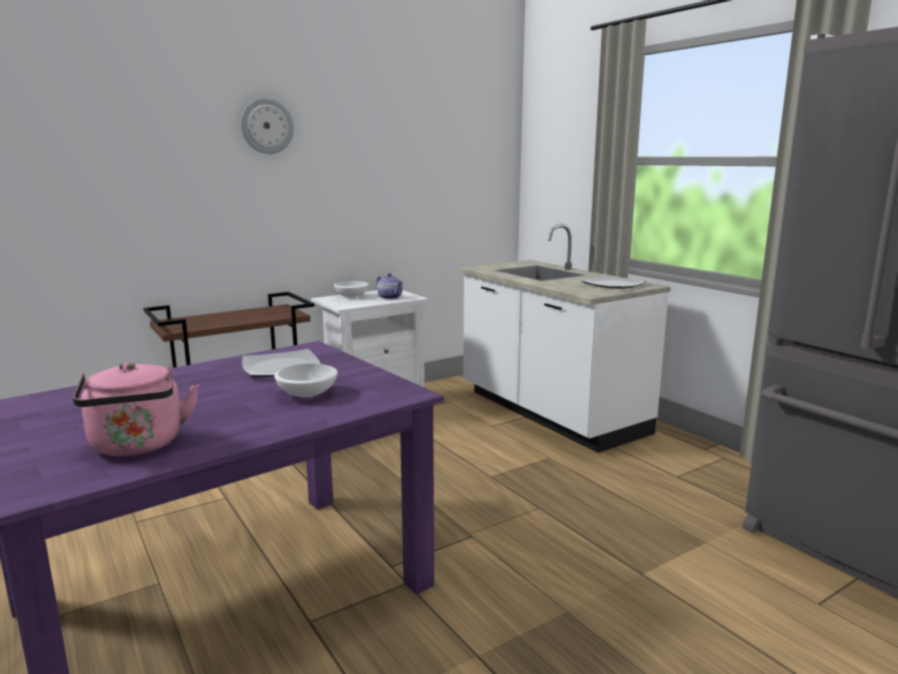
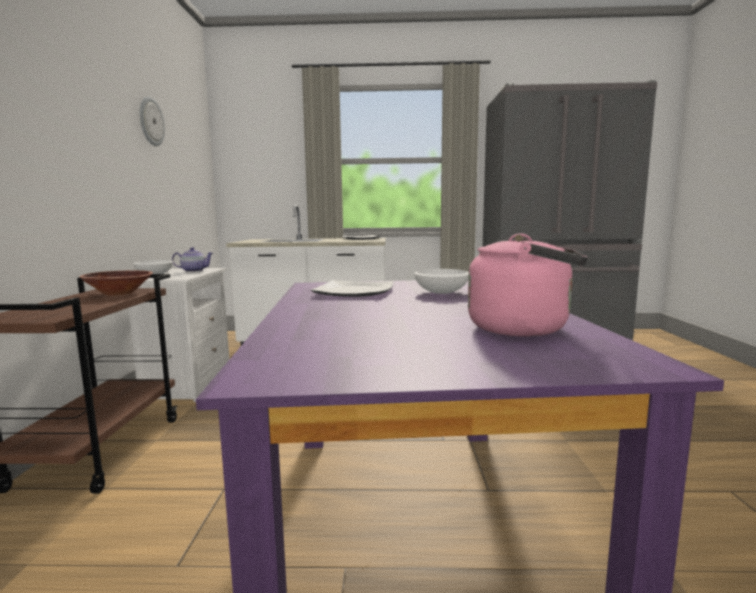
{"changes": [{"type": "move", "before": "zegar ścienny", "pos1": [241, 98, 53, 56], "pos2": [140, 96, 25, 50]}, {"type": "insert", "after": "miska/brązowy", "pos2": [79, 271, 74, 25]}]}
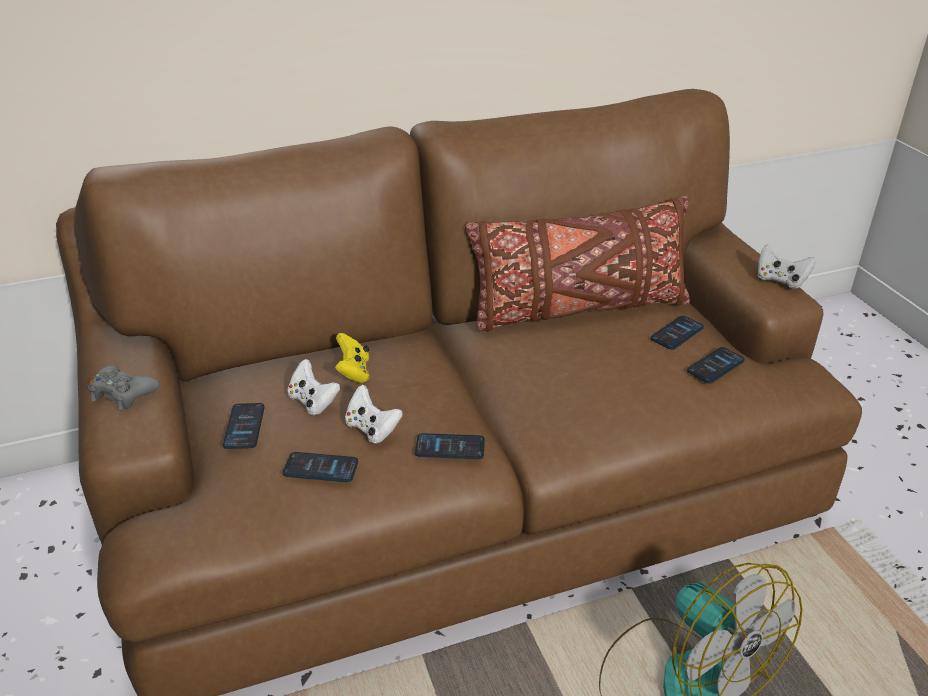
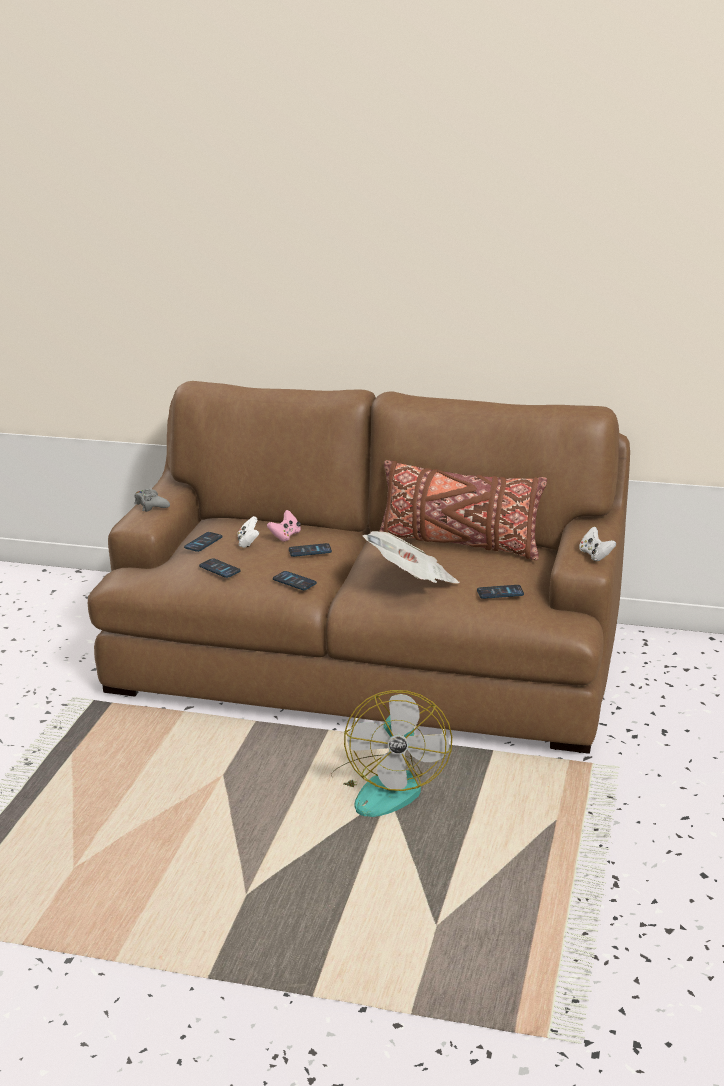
{"changes": [{"type": "move", "before": "telefon", "pos1": [650, 316, 54, 34], "pos2": [289, 543, 43, 14]}, {"type": "recolor", "before": "pad do gier/żółty", "after": "pad do gier/różowy", "pos1": [335, 333, 34, 50], "pos2": [267, 510, 34, 32]}, {"type": "delete", "before": "pad do gier/biały", "pos1": [345, 385, 58, 59]}, {"type": "insert", "after": "gazeta", "pos2": [362, 531, 98, 52]}]}
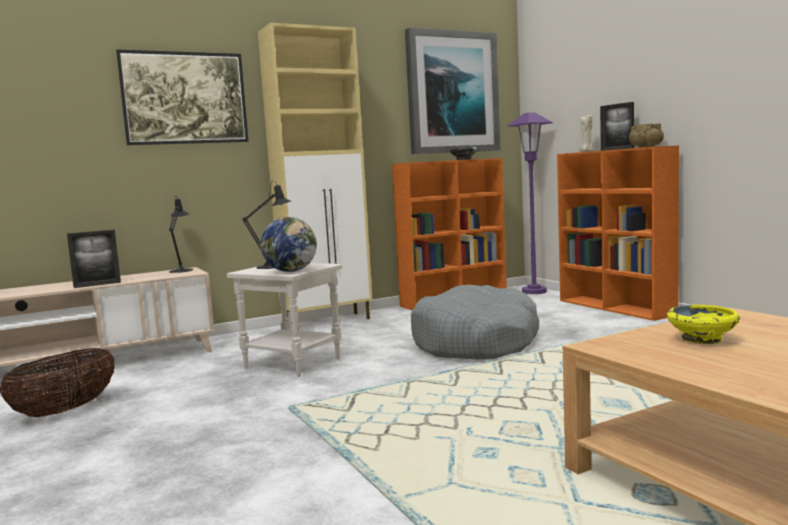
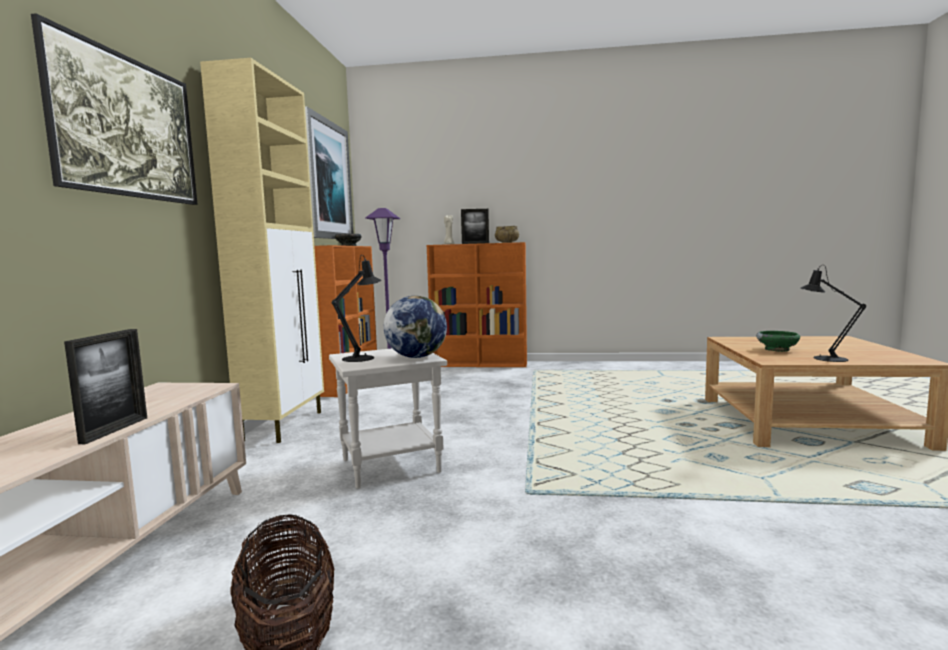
{"changes": [{"type": "move", "before": "lampa stołowa/czarny", "pos1": [169, 195, 24, 78], "pos2": [800, 265, 66, 97]}, {"type": "delete", "before": "legowisko/szary", "pos1": [411, 284, 128, 75]}, {"type": "recolor", "before": "miska/żółty", "after": "miska/zielony", "pos1": [667, 305, 73, 39], "pos2": [756, 331, 44, 21]}]}
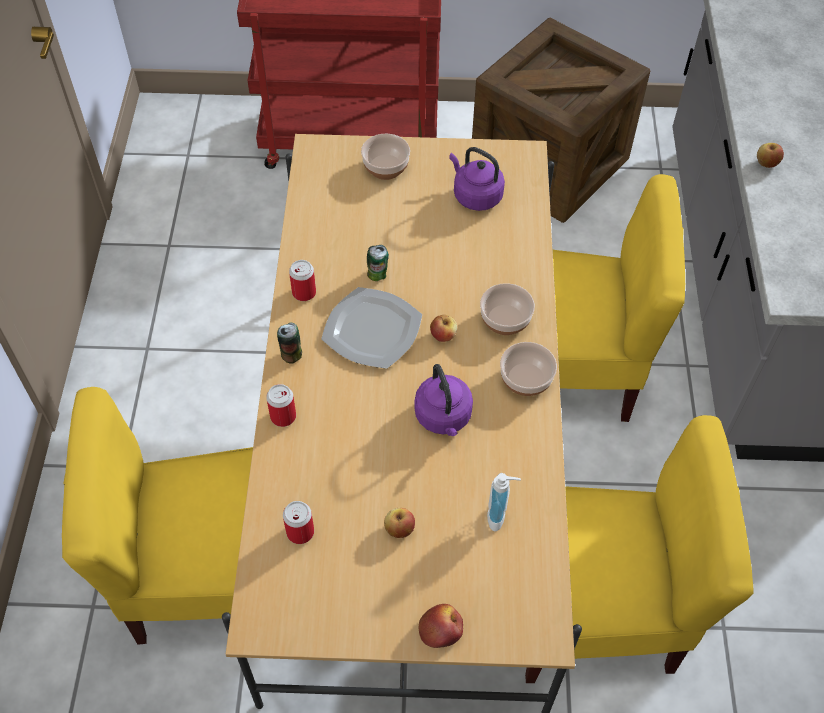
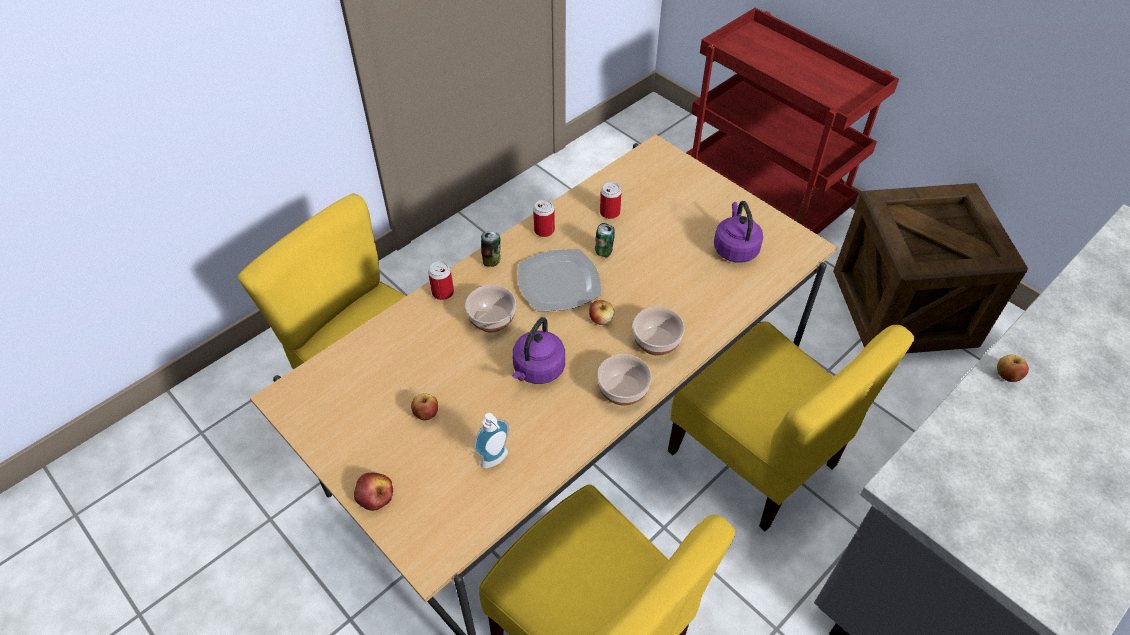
{"changes": [{"type": "move", "before": "miska", "pos1": [361, 134, 49, 46], "pos2": [465, 285, 51, 48]}, {"type": "move", "before": "puszka", "pos1": [283, 501, 31, 43], "pos2": [600, 182, 22, 37]}]}
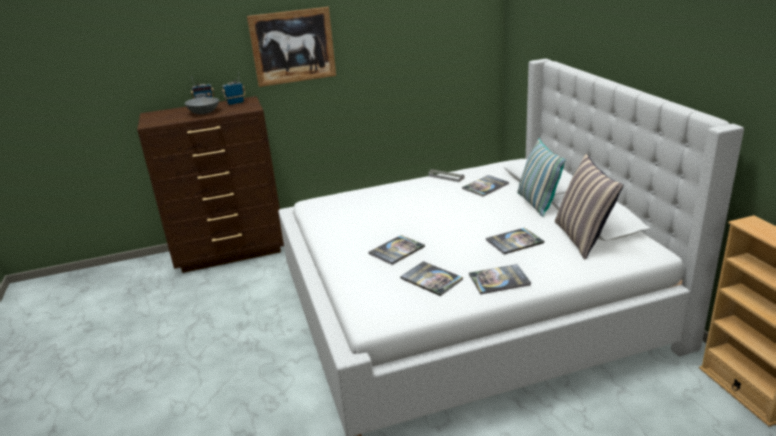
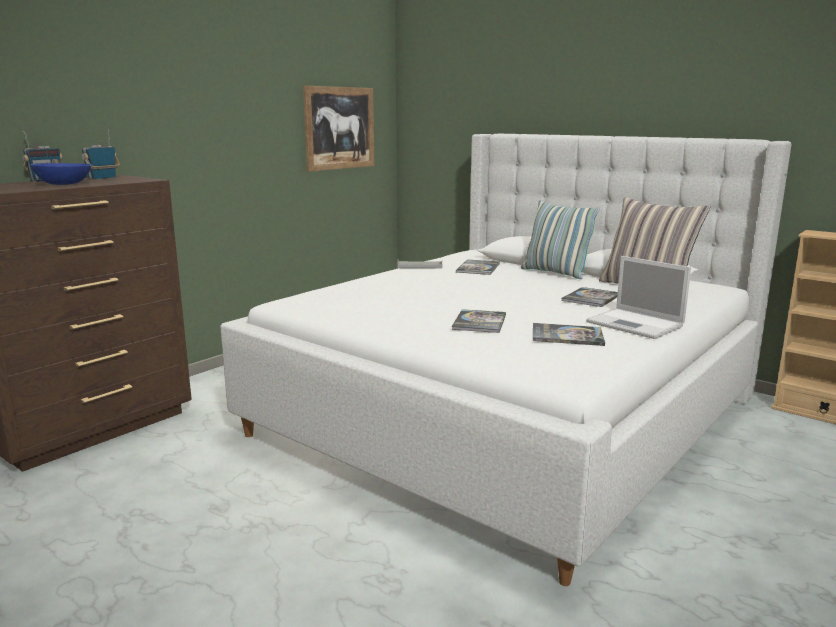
{"changes": [{"type": "move", "before": "obraz", "pos1": [247, 7, 89, 80], "pos2": [303, 86, 71, 86]}, {"type": "recolor", "before": "miska/szary", "after": "miska/niebieski", "pos1": [185, 97, 34, 17], "pos2": [30, 163, 62, 22]}, {"type": "replace", "before": "książka", "after": "laptop", "pos1": [469, 264, 62, 31], "pos2": [586, 256, 105, 83]}]}
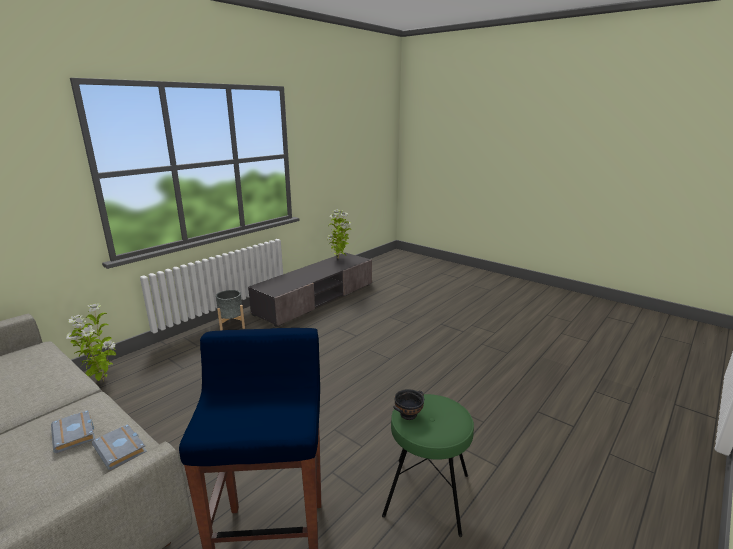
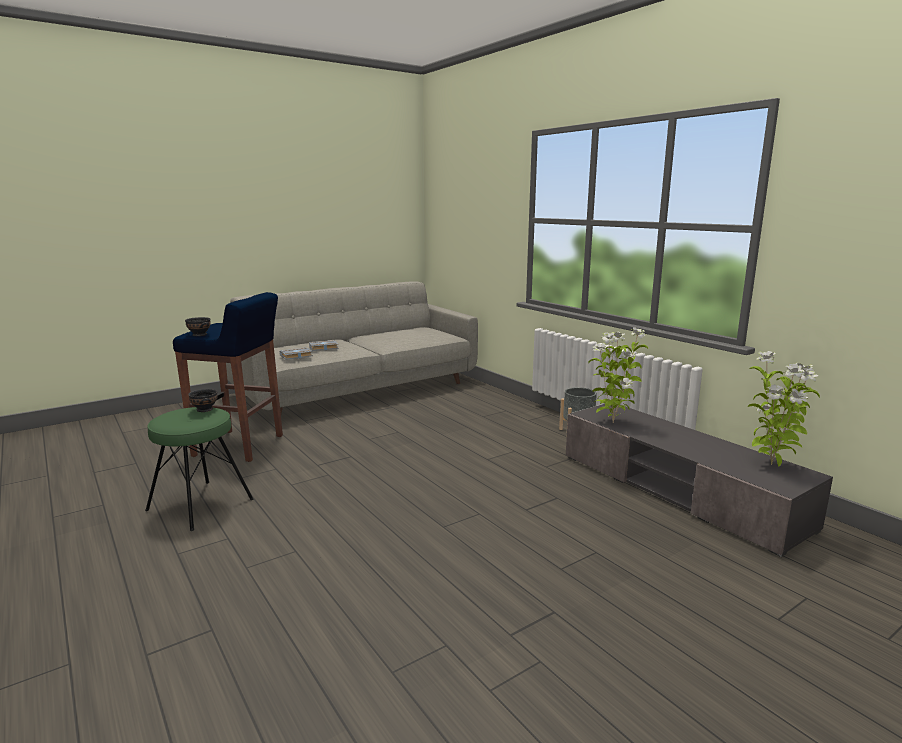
{"changes": [{"type": "move", "before": "roślina doniczkowa", "pos1": [66, 303, 50, 78], "pos2": [588, 327, 60, 96]}, {"type": "insert", "after": "miska/czarny", "pos2": [185, 317, 26, 19]}]}
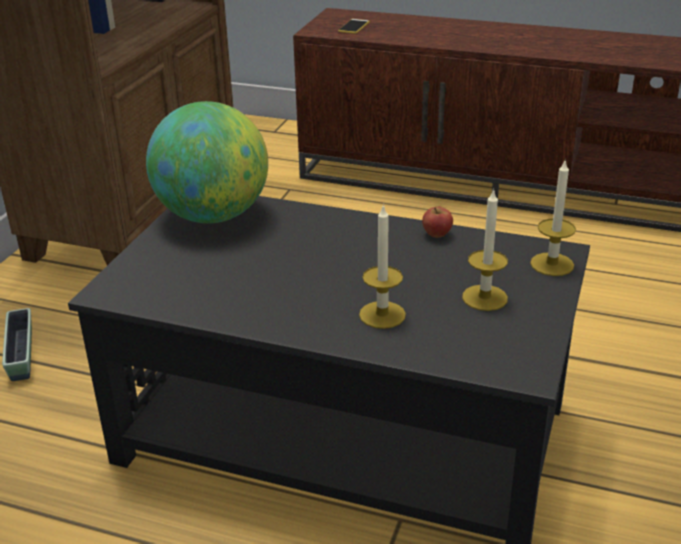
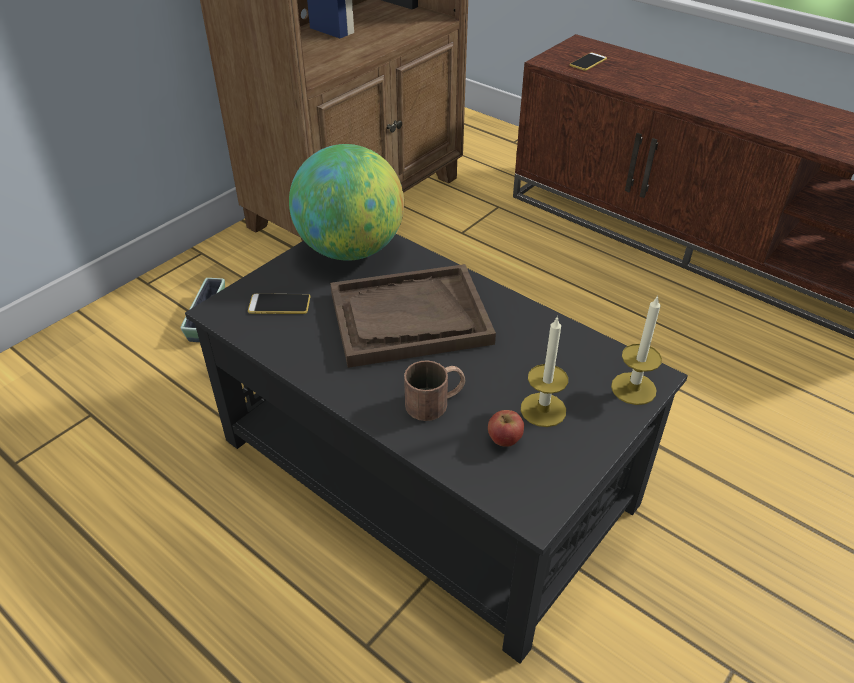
{"changes": [{"type": "replace", "before": "świeca", "after": "kubek/brązowy", "pos1": [359, 204, 47, 125], "pos2": [404, 360, 61, 61]}, {"type": "move", "before": "jabłko", "pos1": [422, 207, 31, 31], "pos2": [488, 410, 36, 37]}, {"type": "insert", "after": "taca/brązowy", "pos2": [330, 264, 166, 104]}, {"type": "insert", "after": "telefon", "pos2": [248, 294, 62, 20]}]}
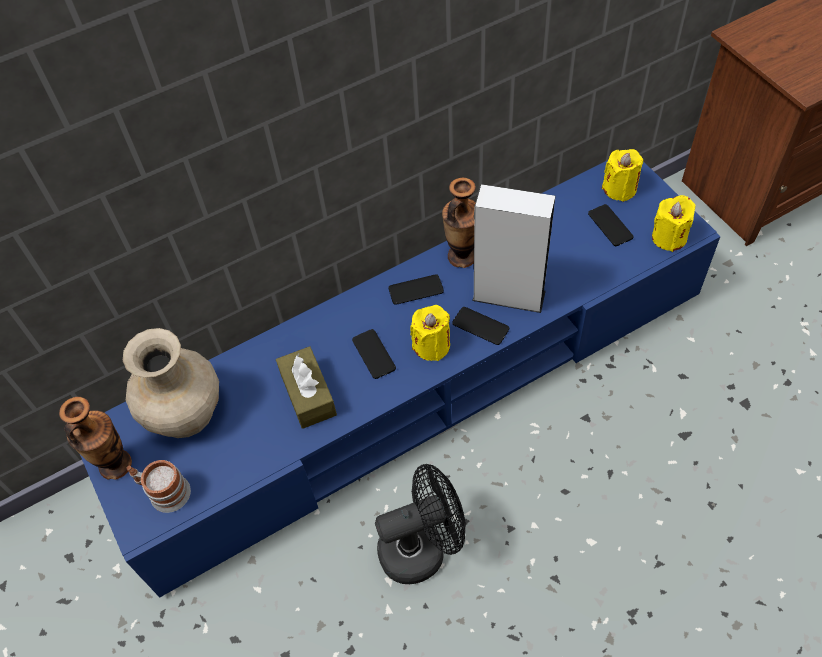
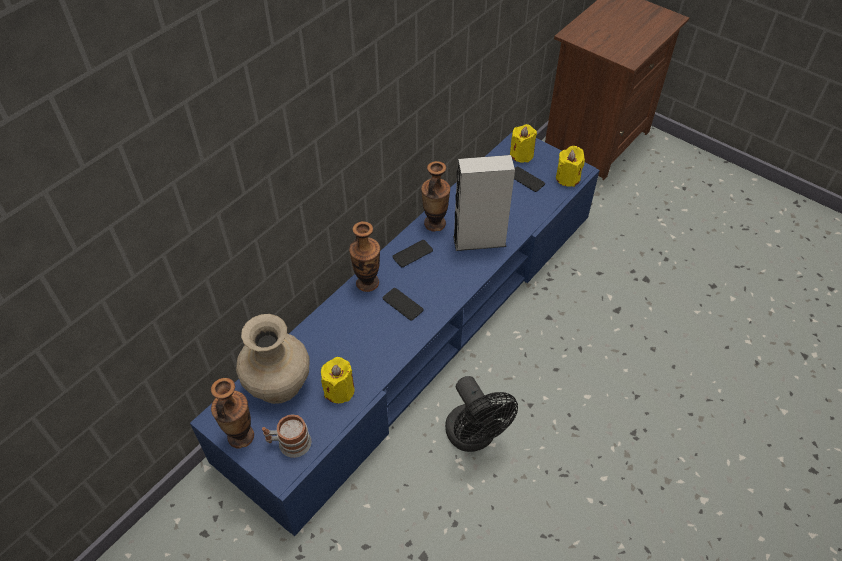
{"changes": [{"type": "move", "before": "świeca/żółty", "pos1": [410, 305, 40, 56], "pos2": [321, 357, 34, 46]}, {"type": "delete", "before": "telefon", "pos1": [452, 307, 57, 38]}, {"type": "delete", "before": "pudełko chusteczek/brązowy", "pos1": [276, 346, 61, 83]}, {"type": "rotate", "before": "wentylator/czarny", "pos1": [375, 464, 91, 120], "pos2": [445, 376, 73, 76], "turn": 105}, {"type": "insert", "after": "wazon", "pos2": [349, 221, 31, 71]}]}
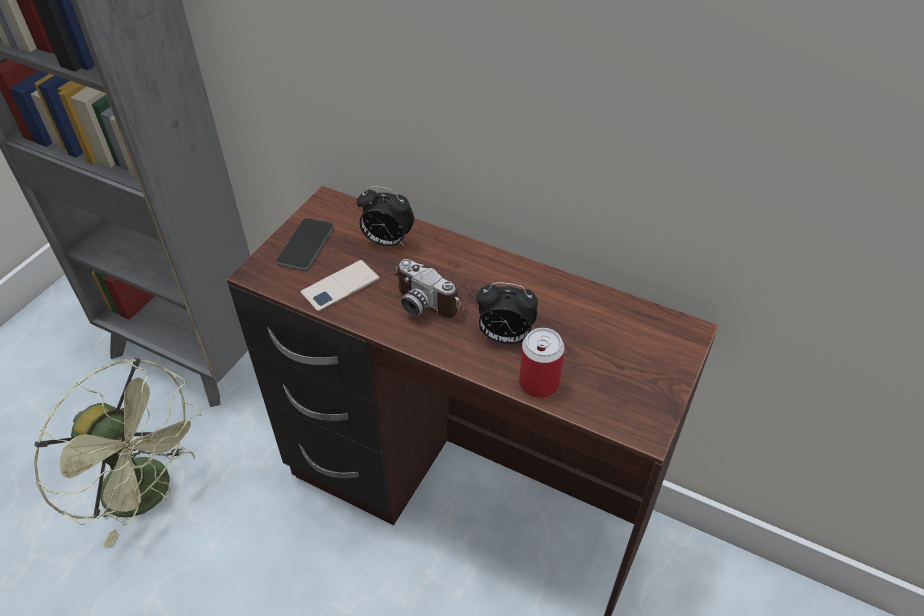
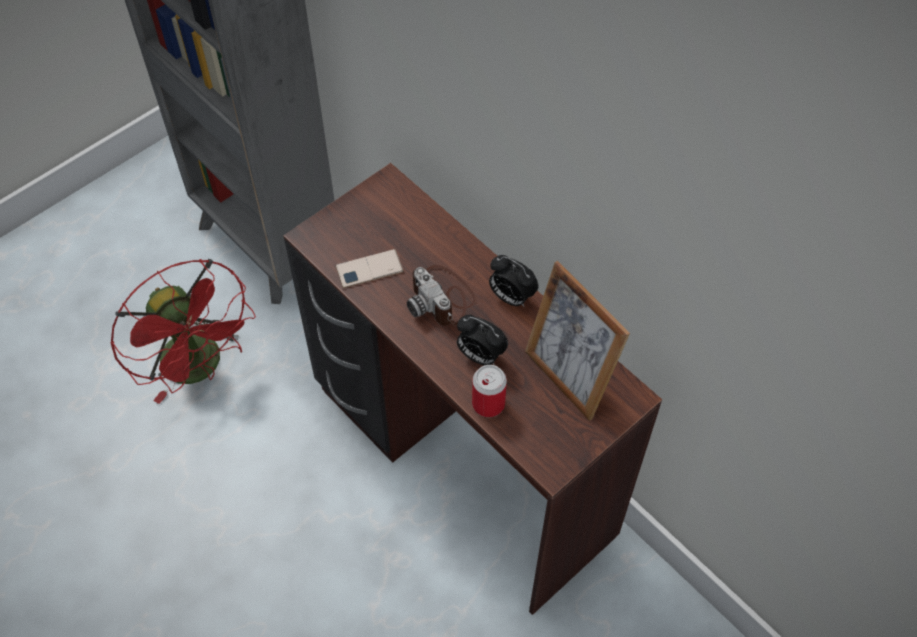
{"changes": [{"type": "move", "before": "budzik", "pos1": [357, 186, 57, 60], "pos2": [489, 255, 50, 52]}, {"type": "delete", "before": "telefon", "pos1": [276, 218, 58, 53]}, {"type": "recolor", "before": "wentylator/zielony", "after": "wentylator/czerwony", "pos1": [34, 358, 168, 189], "pos2": [110, 259, 146, 145]}, {"type": "insert", "after": "ramka na zdjęcie", "pos2": [525, 261, 105, 160]}]}
